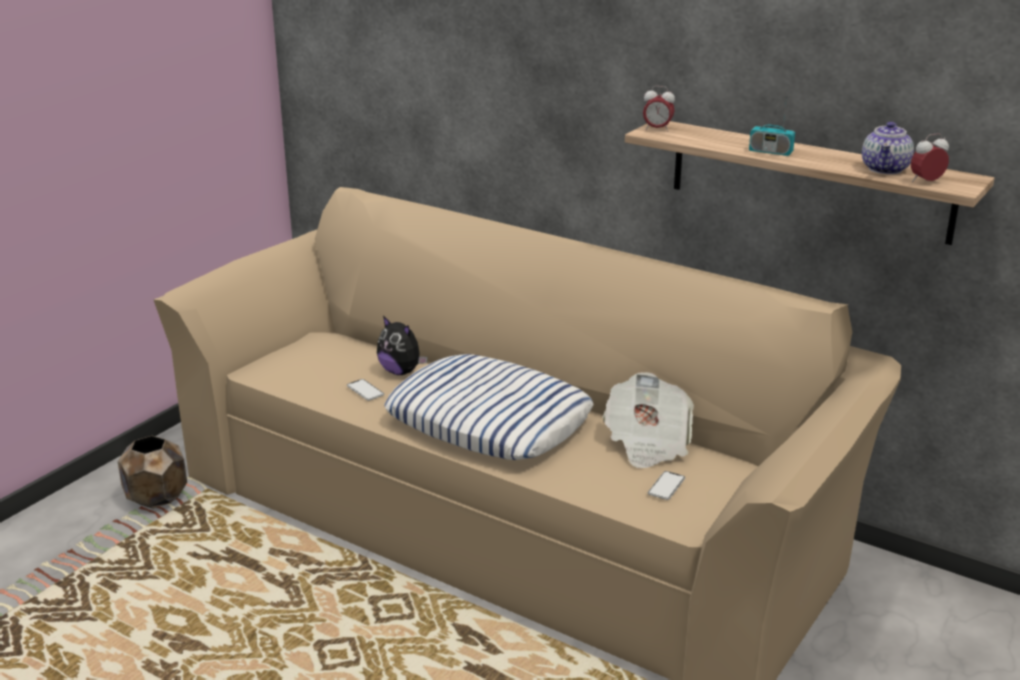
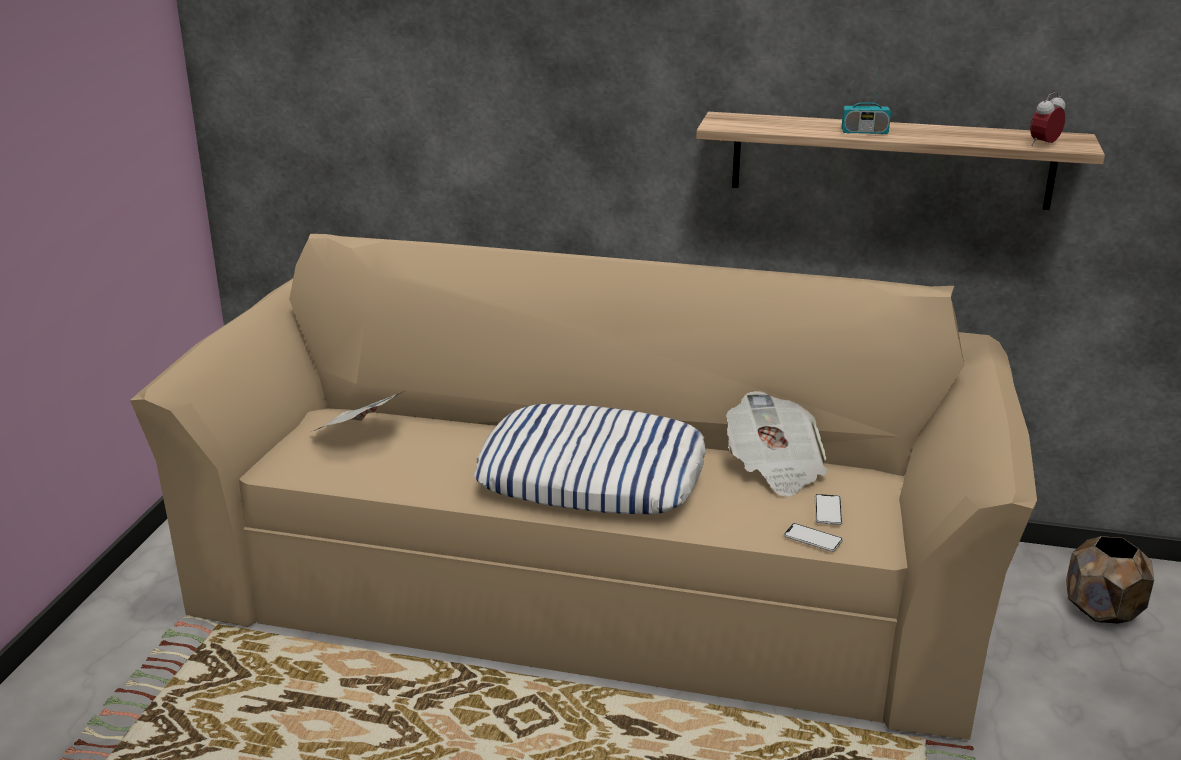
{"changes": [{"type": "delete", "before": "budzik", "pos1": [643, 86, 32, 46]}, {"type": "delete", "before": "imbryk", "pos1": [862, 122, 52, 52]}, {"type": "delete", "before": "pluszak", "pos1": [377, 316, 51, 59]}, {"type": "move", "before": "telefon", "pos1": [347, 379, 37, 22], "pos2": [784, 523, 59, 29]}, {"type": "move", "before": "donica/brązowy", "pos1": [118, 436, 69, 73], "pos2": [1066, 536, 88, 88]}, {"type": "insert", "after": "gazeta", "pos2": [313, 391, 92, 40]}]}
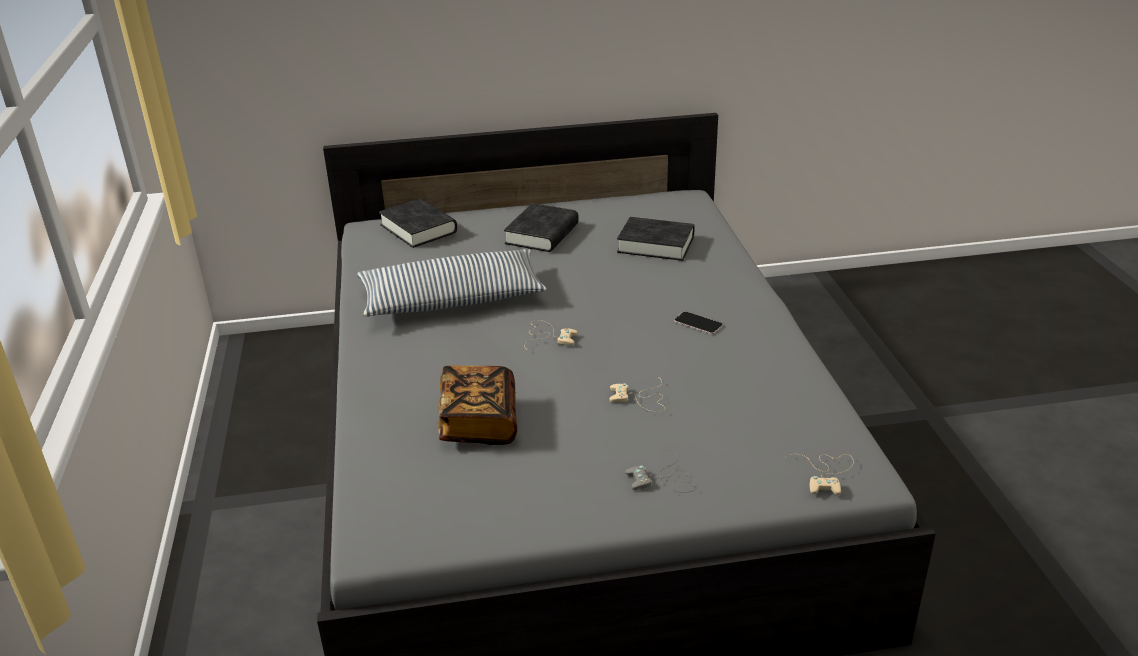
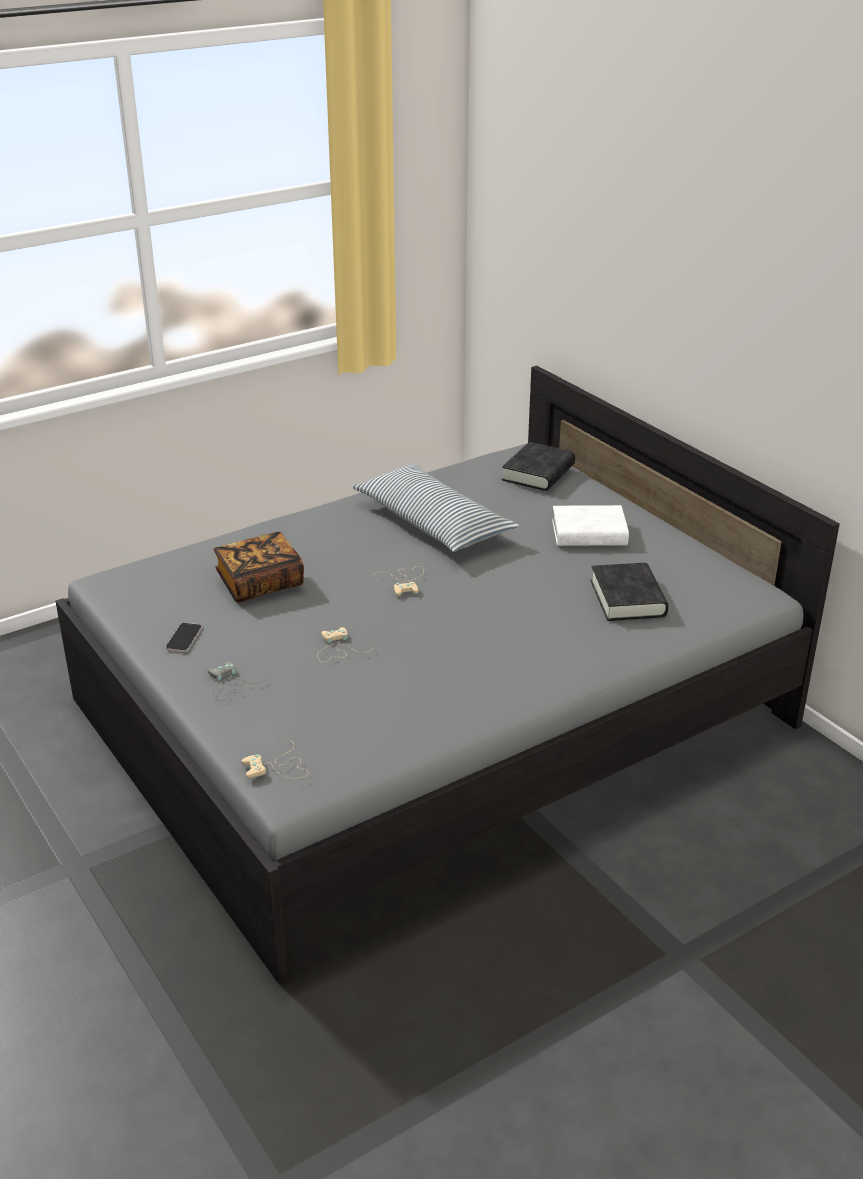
{"changes": [{"type": "recolor", "before": "książka/czarny", "after": "książka/biały", "pos1": [504, 203, 75, 49], "pos2": [552, 505, 77, 41]}, {"type": "move", "before": "telefon", "pos1": [674, 311, 49, 23], "pos2": [166, 623, 36, 29]}]}
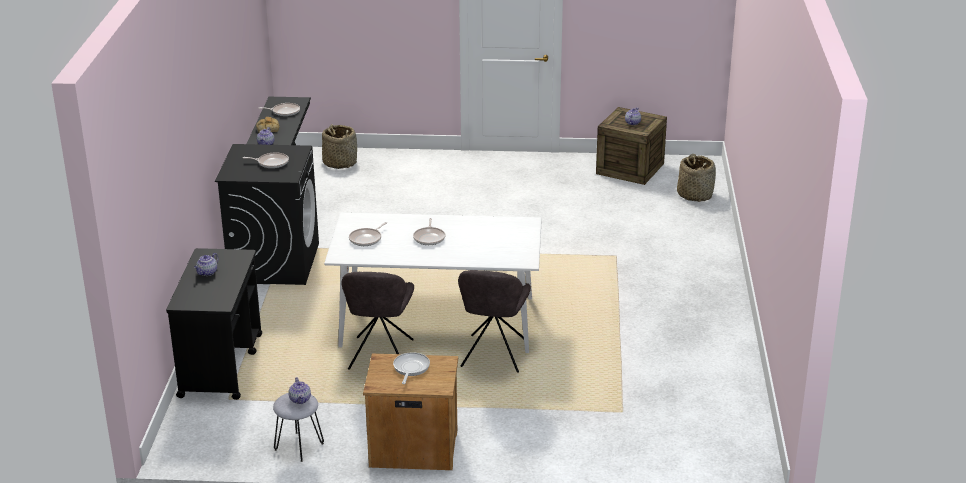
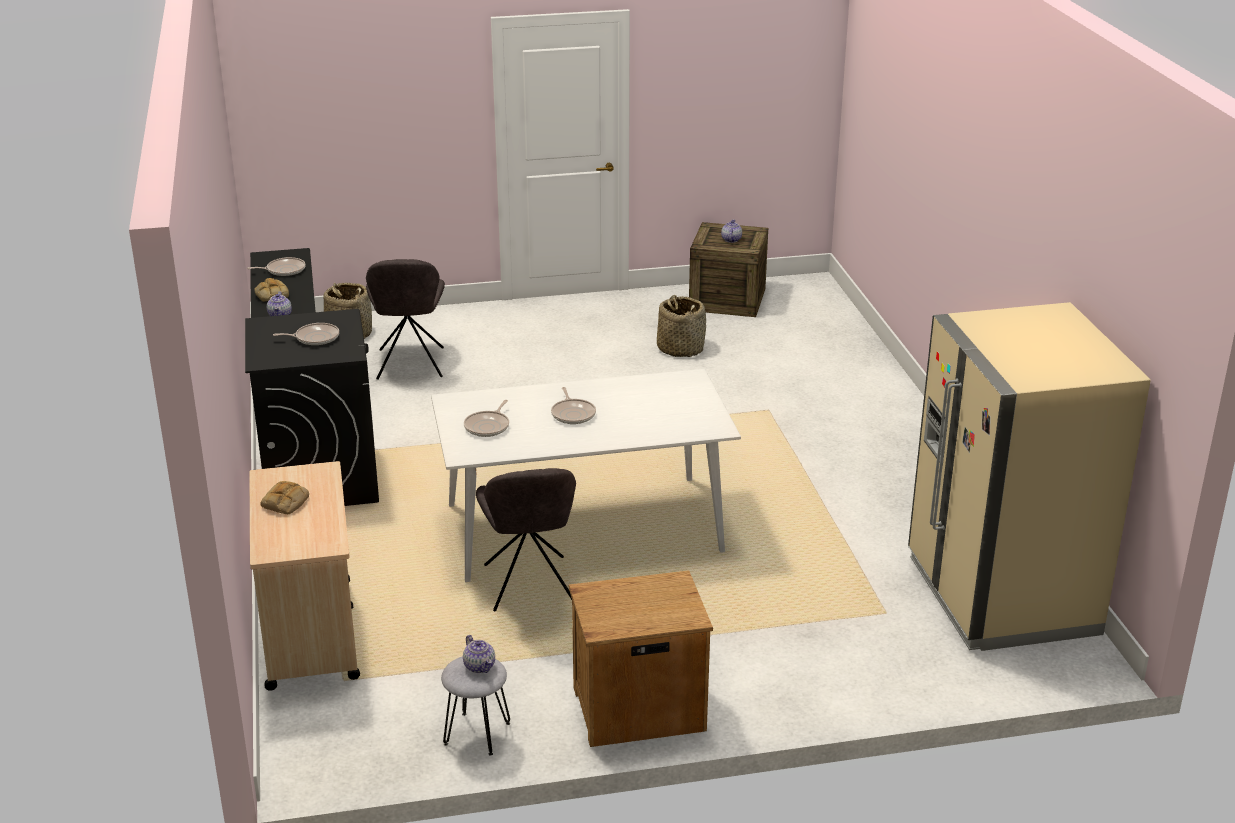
{"changes": [{"type": "move", "before": "koszyk", "pos1": [677, 154, 39, 48], "pos2": [657, 295, 49, 62]}, {"type": "recolor", "before": "wózek/czarny", "after": "wózek/beżowy", "pos1": [166, 248, 96, 152], "pos2": [250, 461, 110, 230]}, {"type": "replace", "before": "imbryk", "after": "chleb", "pos1": [194, 253, 24, 23], "pos2": [260, 481, 49, 33]}, {"type": "move", "before": "krzesło/szary", "pos1": [458, 270, 73, 103], "pos2": [366, 259, 79, 121]}, {"type": "delete", "before": "patelnia", "pos1": [393, 352, 37, 32]}, {"type": "insert", "after": "lodówka/beżowy", "pos2": [908, 302, 243, 349]}]}
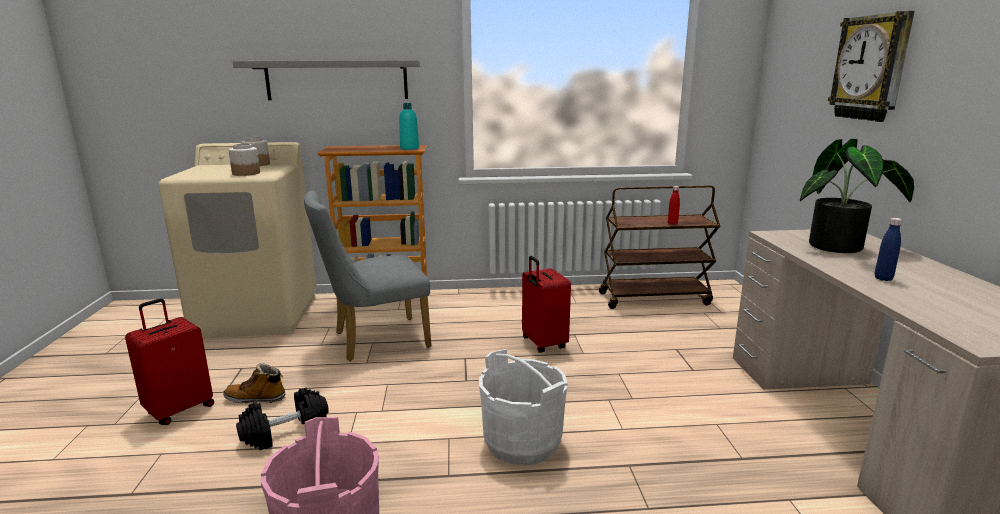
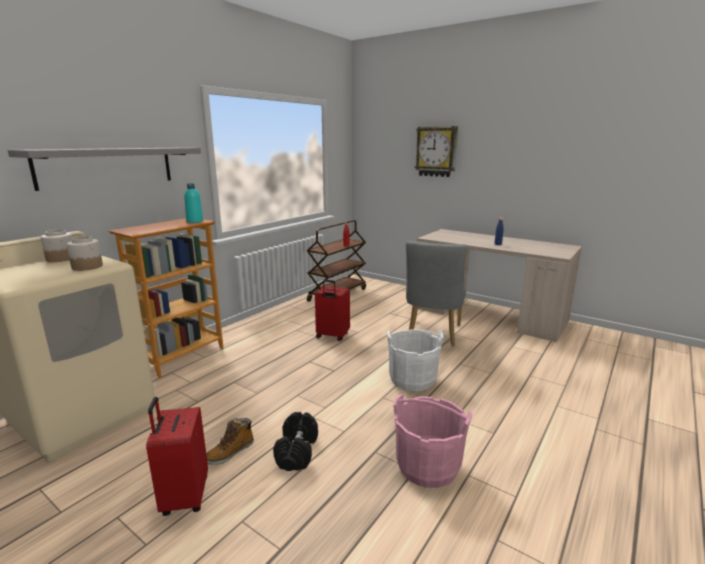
{"changes": [{"type": "delete", "before": "roślina doniczkowa", "pos1": [800, 139, 114, 114]}, {"type": "move", "before": "krzesło/szary", "pos1": [304, 190, 127, 171], "pos2": [406, 241, 61, 106]}]}
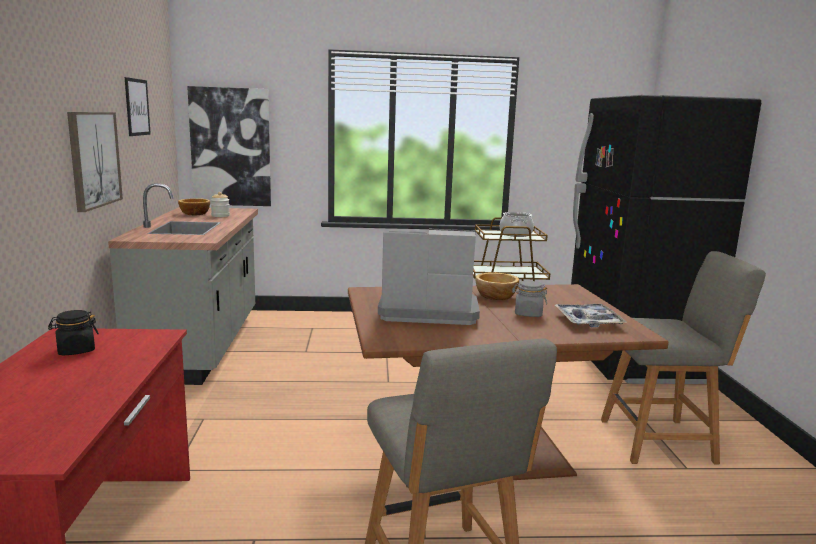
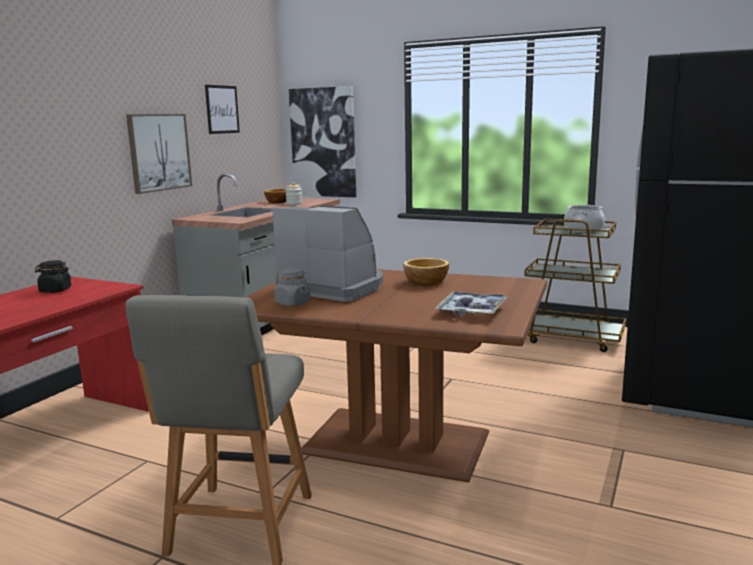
{"changes": [{"type": "delete", "before": "krzesło/szary", "pos1": [601, 251, 165, 214]}, {"type": "move", "before": "słoik/szary", "pos1": [512, 281, 35, 36], "pos2": [274, 268, 37, 38]}]}
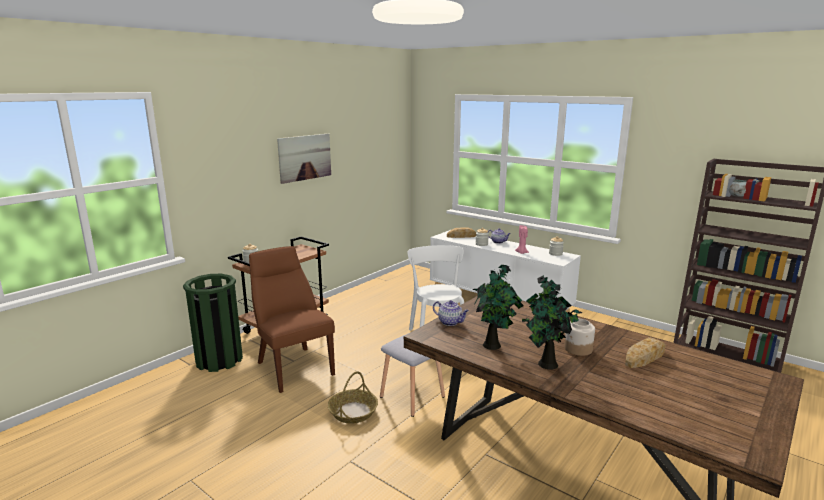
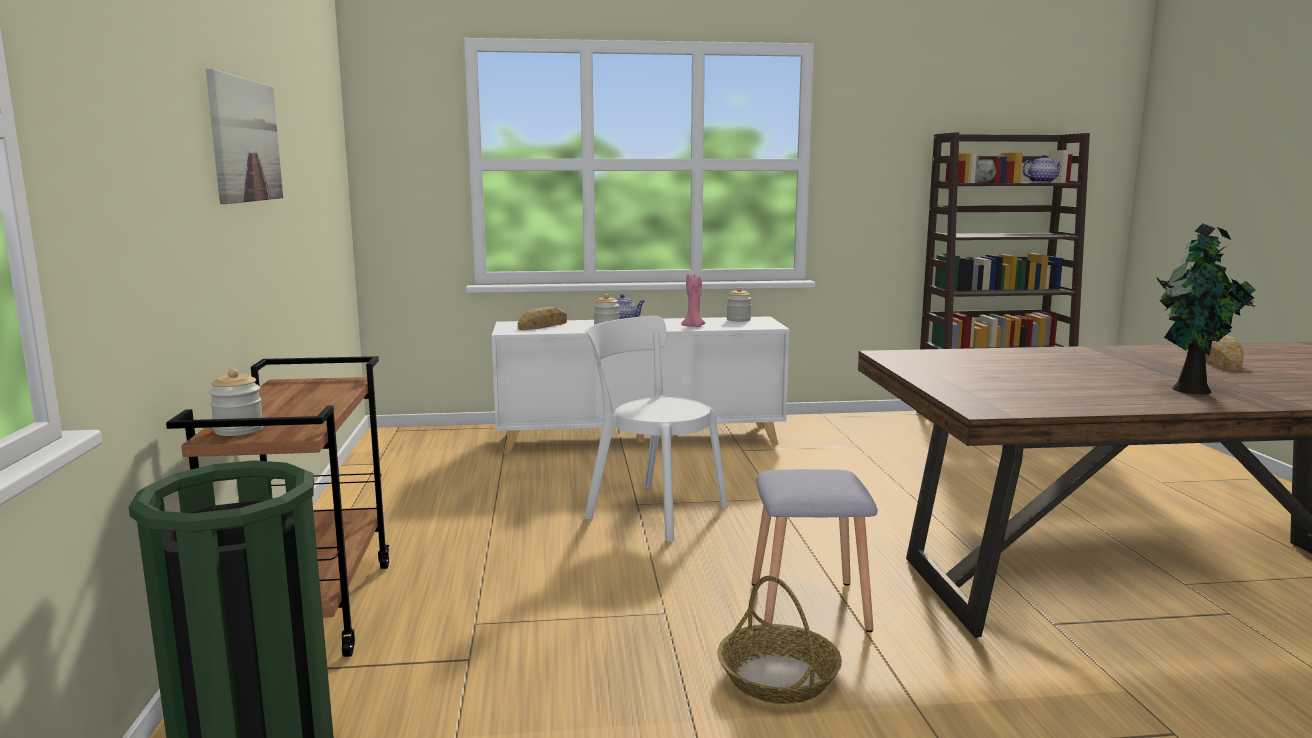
{"changes": [{"type": "delete", "before": "krzesło/brązowy", "pos1": [249, 246, 86, 147]}, {"type": "delete", "before": "roślina doniczkowa", "pos1": [472, 265, 52, 85]}, {"type": "move", "before": "imbryk", "pos1": [433, 300, 36, 26], "pos2": [1022, 155, 39, 28]}, {"type": "delete", "before": "słoik", "pos1": [564, 319, 31, 37]}]}
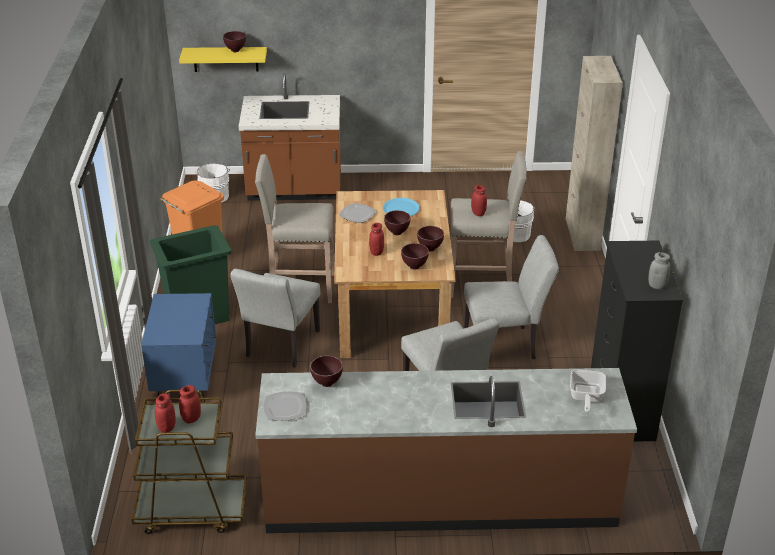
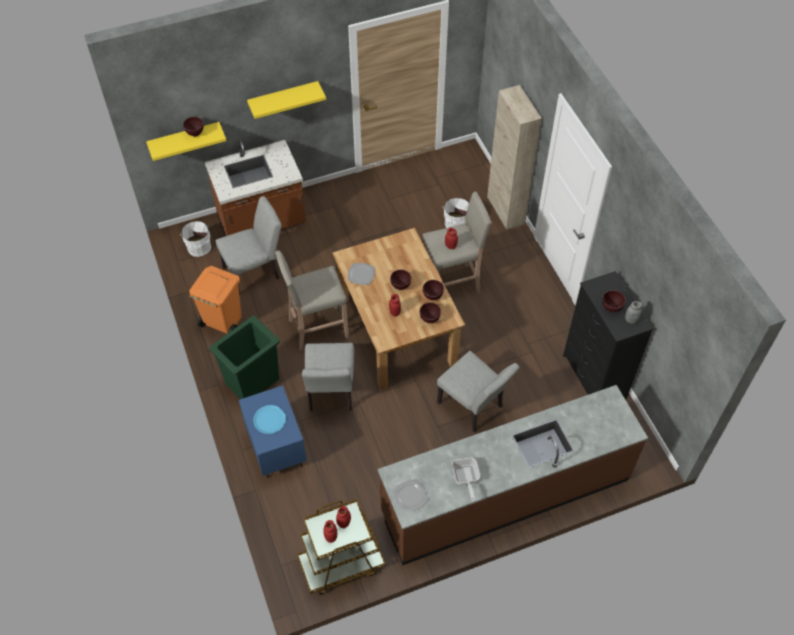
{"changes": [{"type": "move", "before": "talerz/niebieski", "pos1": [383, 198, 37, 18], "pos2": [253, 405, 33, 29]}, {"type": "move", "before": "krzesło/szary", "pos1": [464, 235, 95, 124], "pos2": [216, 196, 66, 99]}, {"type": "move", "before": "miska/brązowy", "pos1": [310, 355, 33, 32], "pos2": [602, 290, 24, 22]}, {"type": "move", "before": "patelnia", "pos1": [570, 369, 36, 44], "pos2": [452, 458, 28, 43]}, {"type": "insert", "after": "półka/żółty", "pos2": [247, 81, 79, 38]}]}
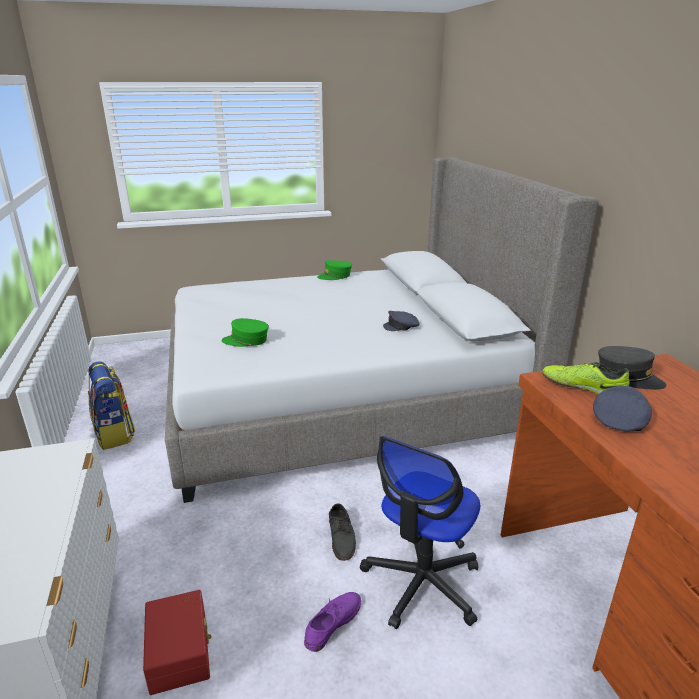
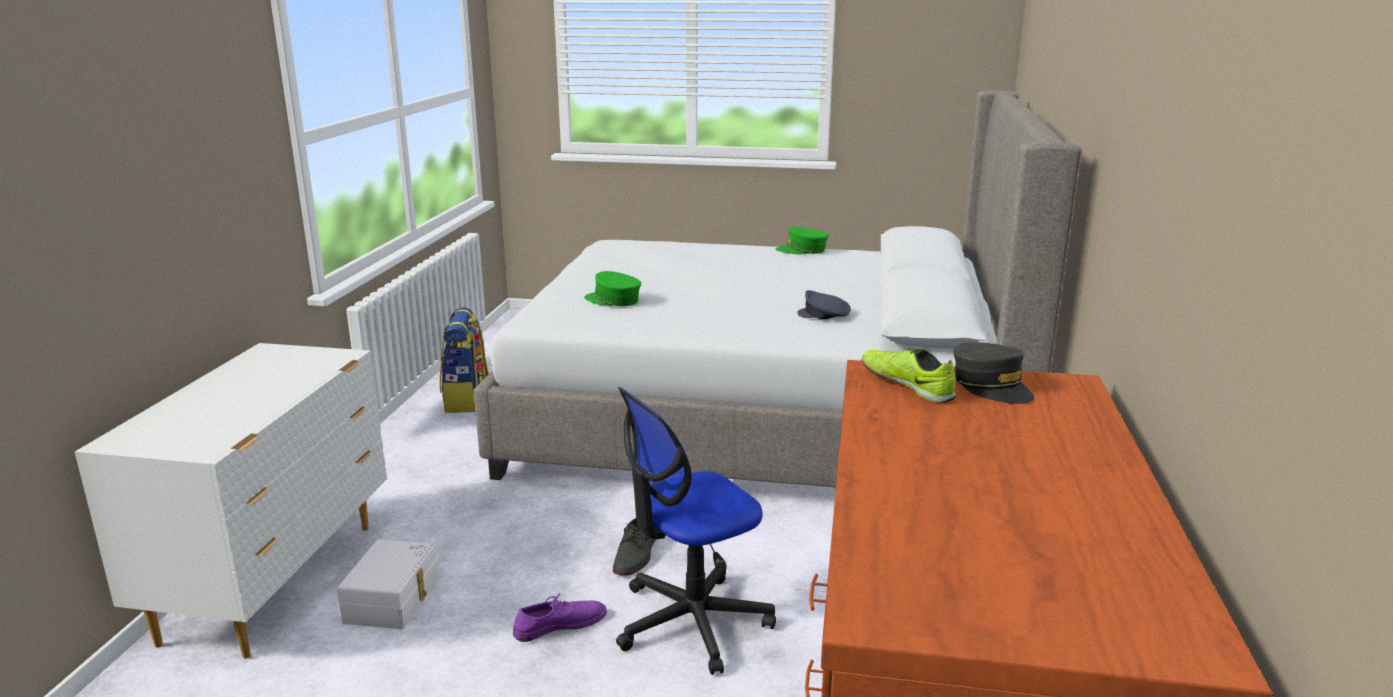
{"changes": [{"type": "delete", "before": "czapka z daszkiem/szary", "pos1": [593, 386, 59, 45]}, {"type": "recolor", "before": "pojemnik do przechowywania/czerwony", "after": "pojemnik do przechowywania/biały", "pos1": [143, 590, 69, 105], "pos2": [337, 539, 101, 90]}]}
